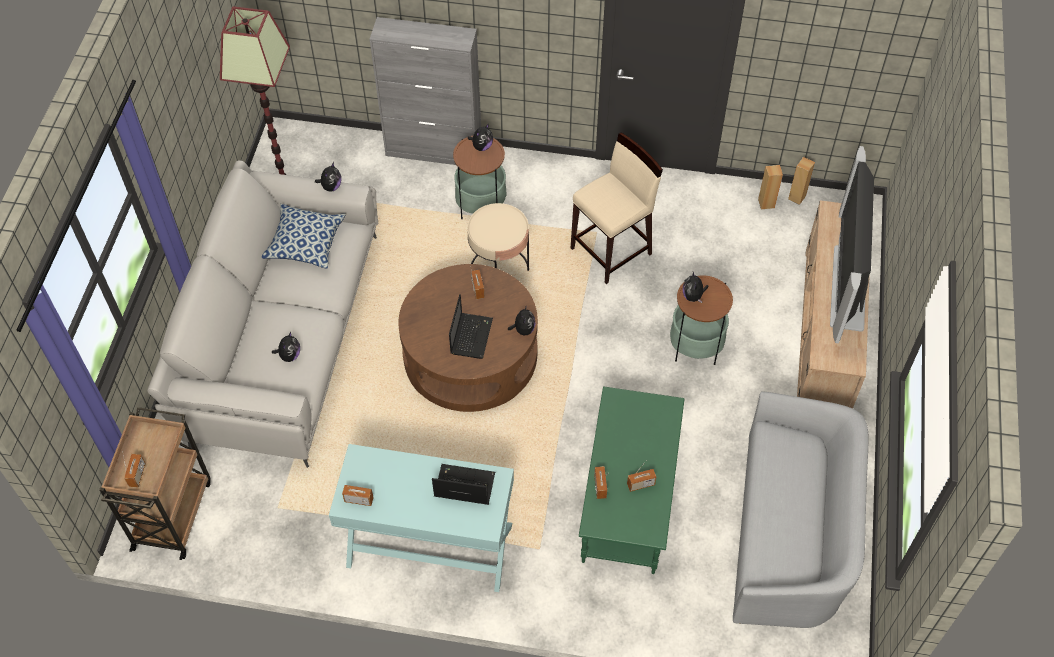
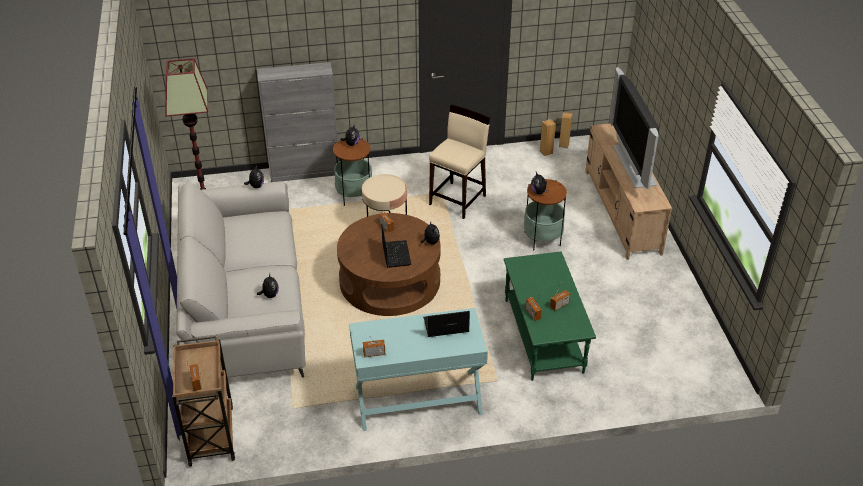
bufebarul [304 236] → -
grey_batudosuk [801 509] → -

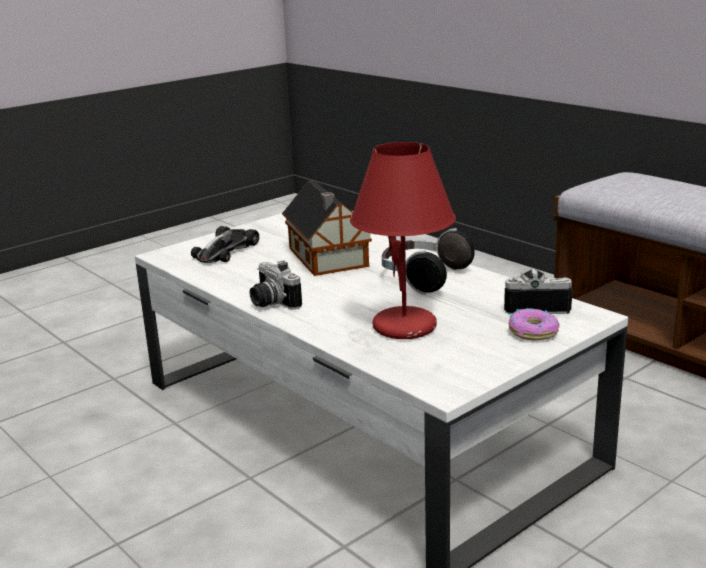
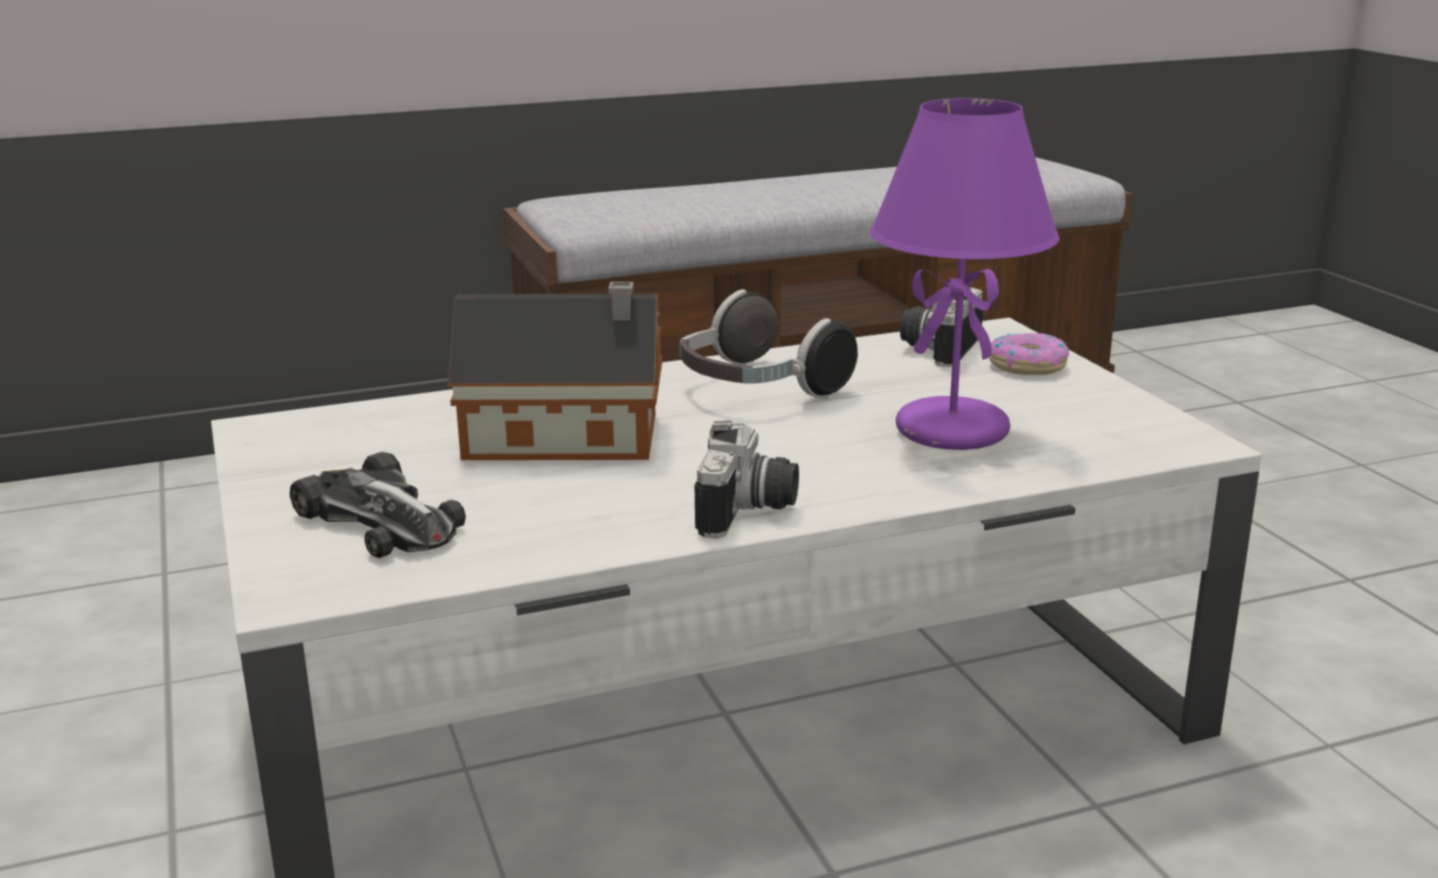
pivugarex [276 285] → pivugarex [747 479], 60 degrees counterclockwise
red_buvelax [403 240] → purple_buvelax [964 274]

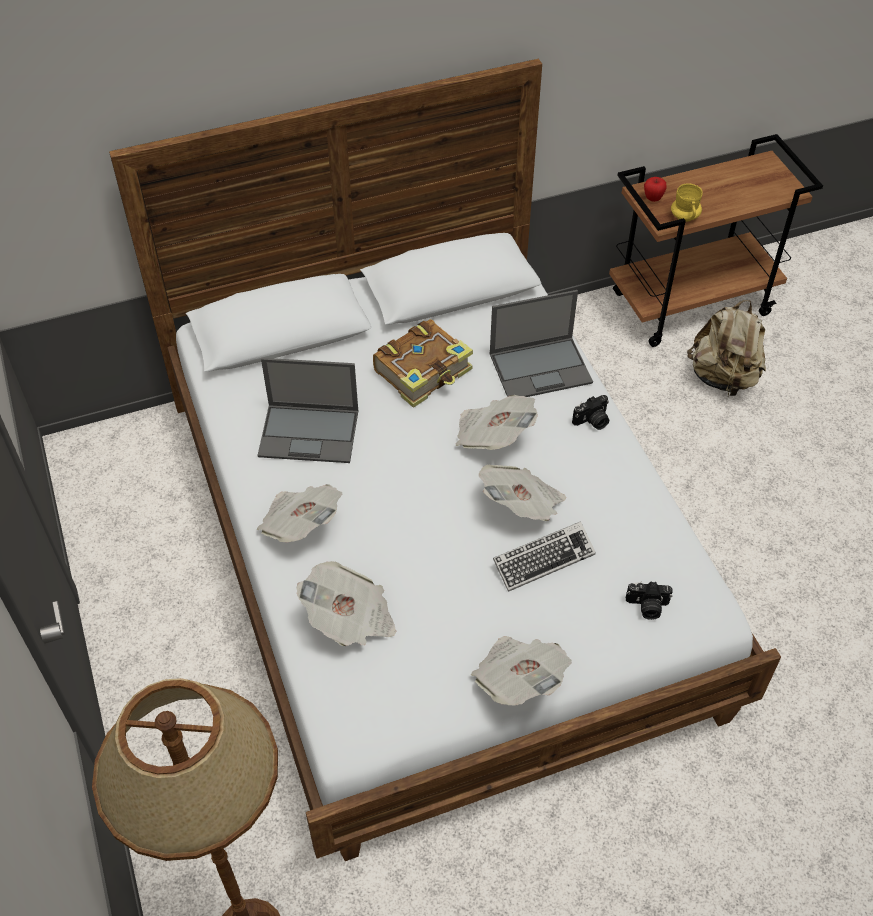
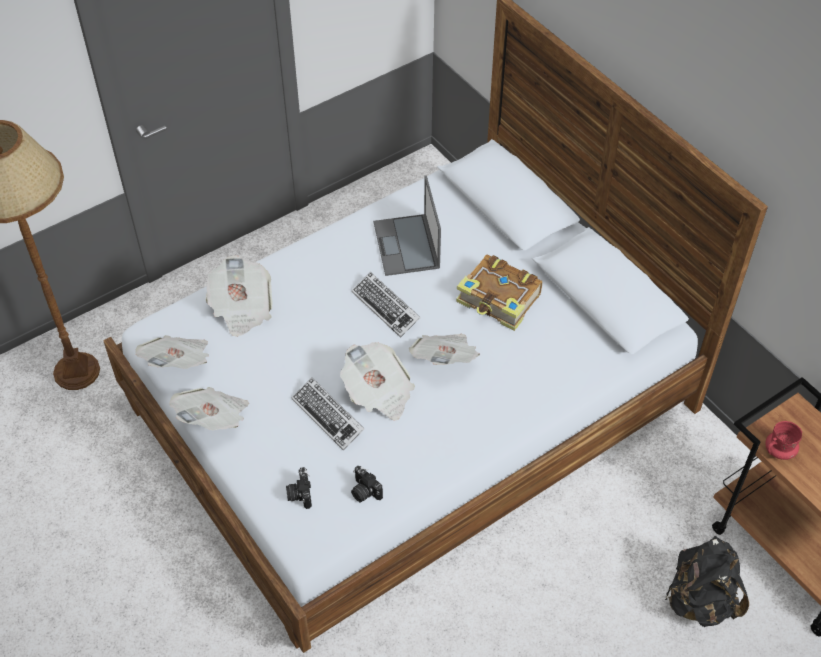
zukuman [299 513] → zukuman [172 352], shifted
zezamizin [541 343] → -
pivugarex [590 412] → pivugarex [367 484], shifted
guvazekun [655 189] → -
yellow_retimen [687 202] → red_retimen [783 440]
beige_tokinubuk [726 348] → black_tokinubuk [707 581]
- → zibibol [386 305]

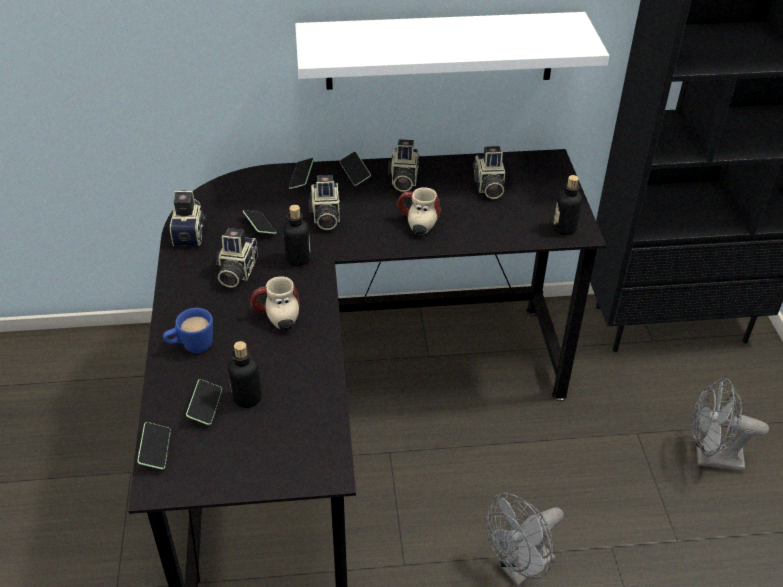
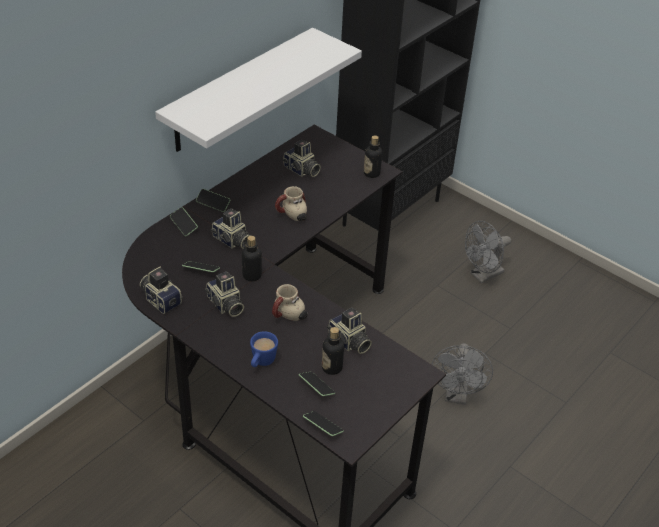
pivugarex [403 165] → pivugarex [349 331], shifted

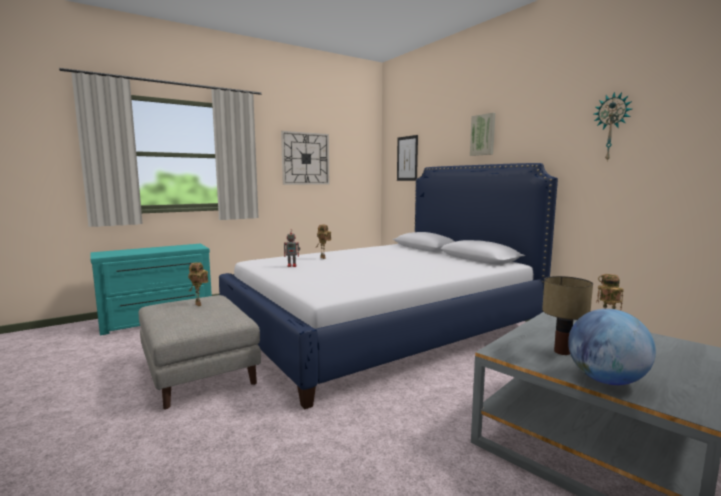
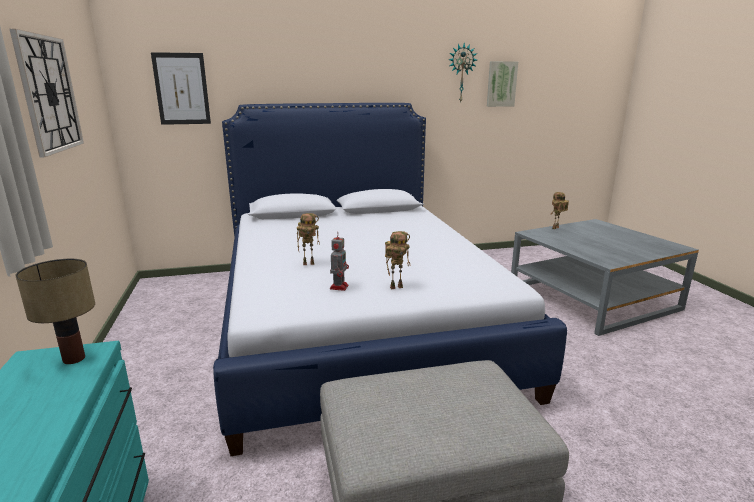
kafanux [198 284] → kafanux [397 260], shifted
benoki [482 134] → benoki [502 84], shifted
buvelax [567 315] → buvelax [55 311], shifted
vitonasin [612 347] → -

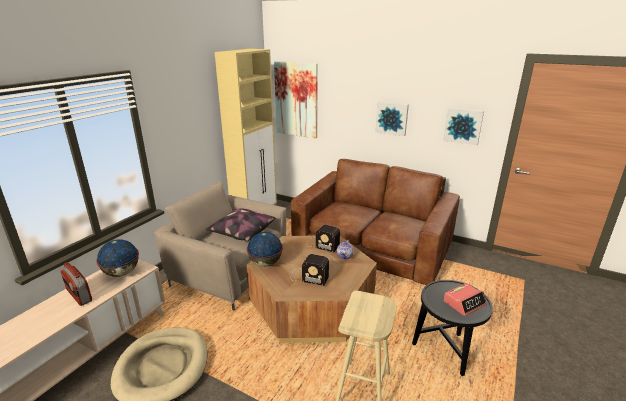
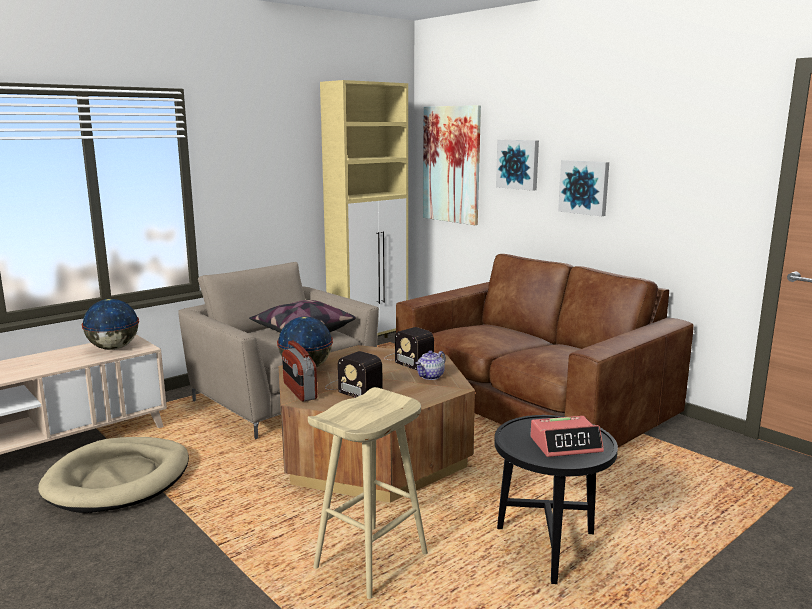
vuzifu [76 284] → vuzifu [300 371], shifted
benoki [463 126] → benoki [517 165], shifted

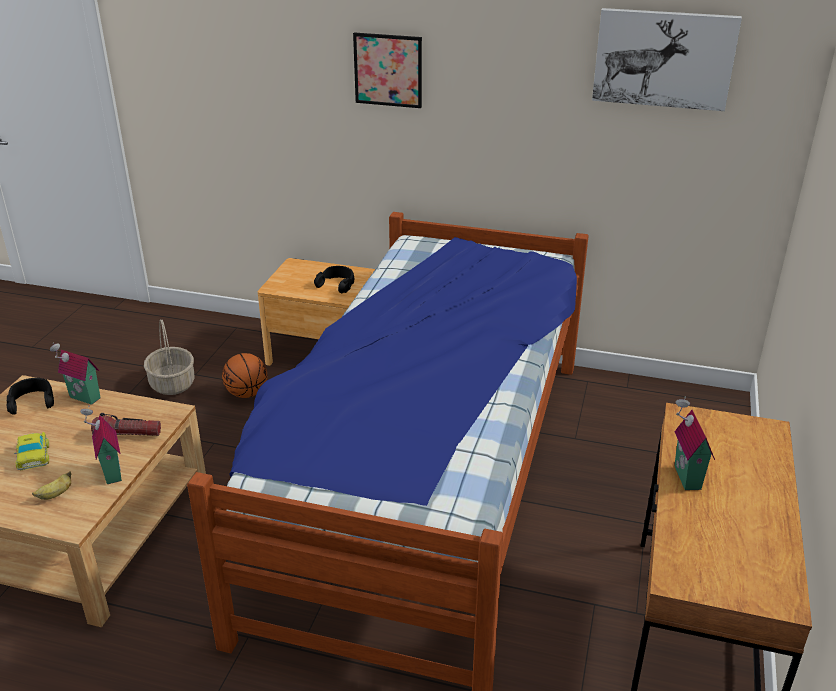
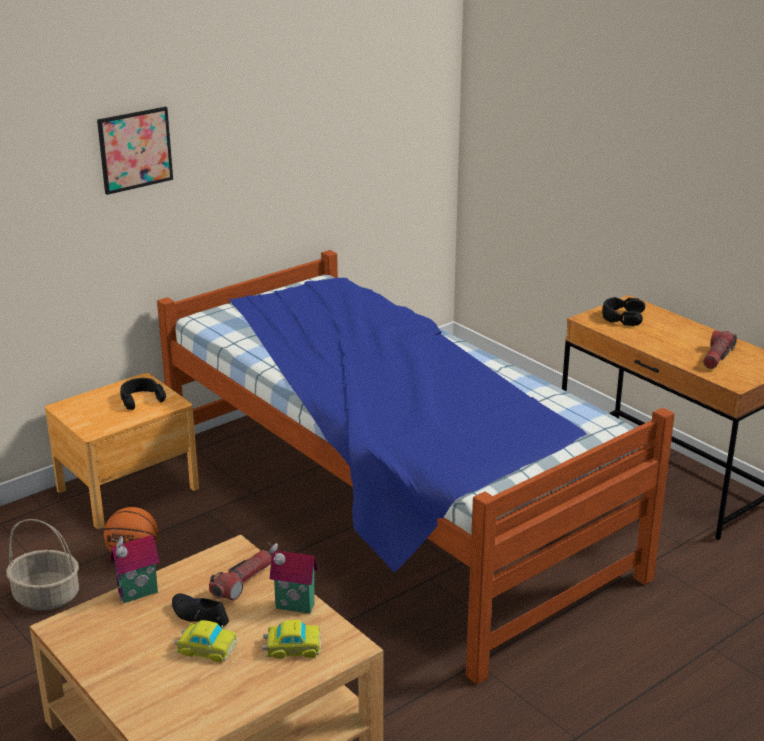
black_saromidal [30 396] → black_saromidal [623 311], shifted
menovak [52 485] → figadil [291 639]
benoki [667 59] → -
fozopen [694 443] → -
- → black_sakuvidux [200 610]
- → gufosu [720 349]

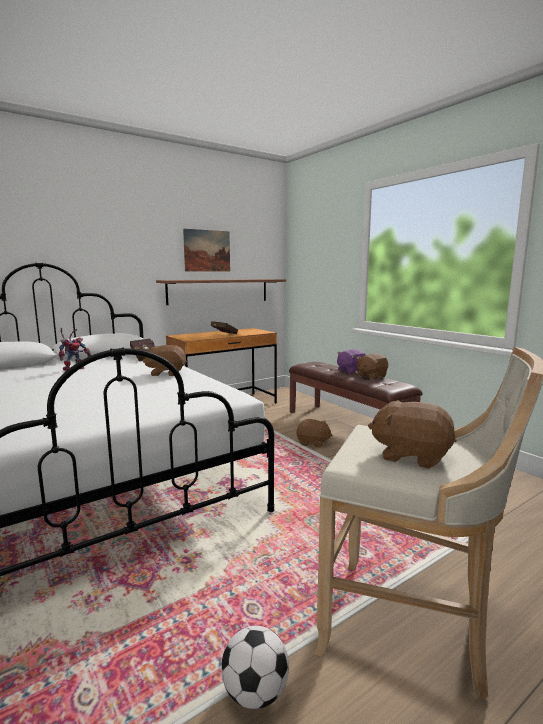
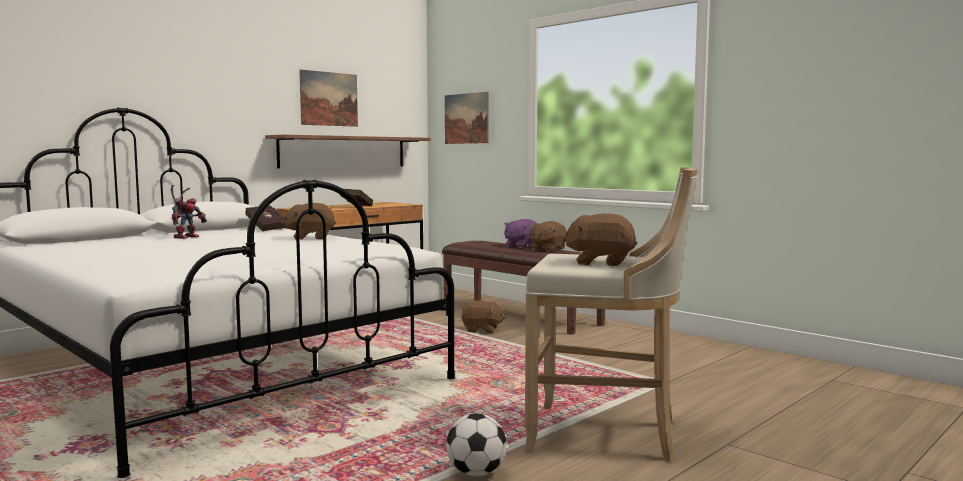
- → benoki [467 118]

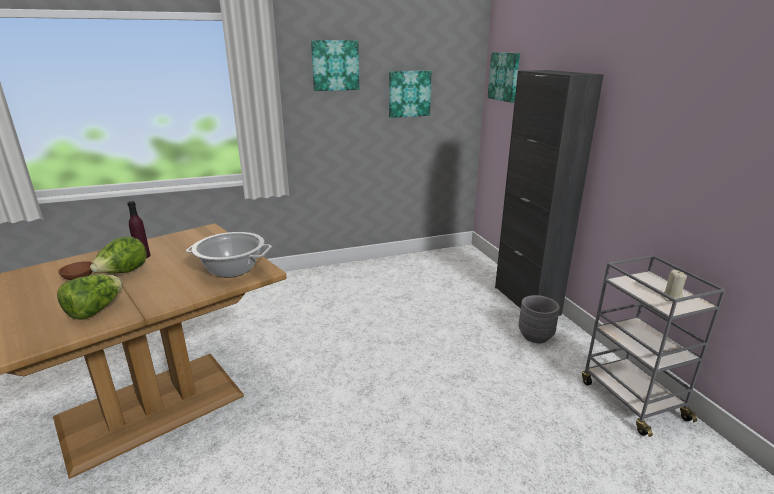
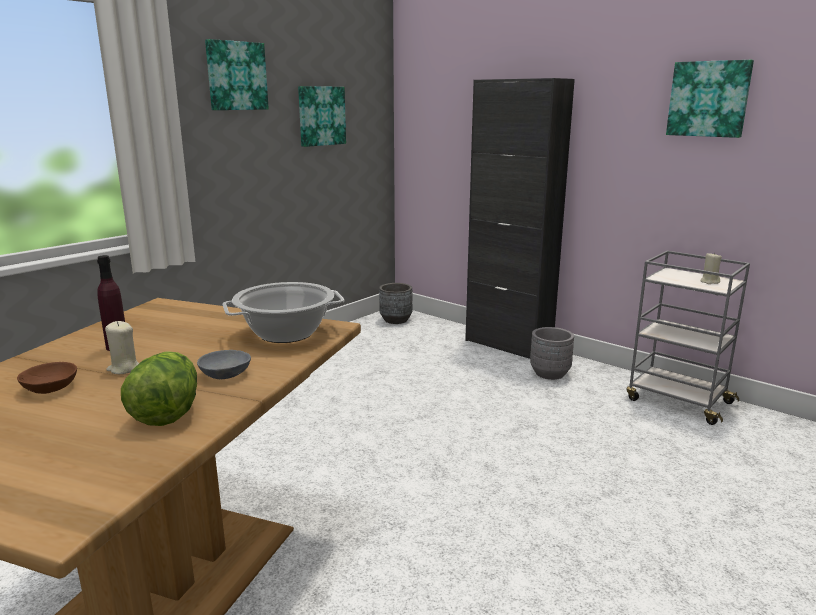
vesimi [118 254] → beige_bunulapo [122 347]
benoki [504 77] → benoki [710 99], shifted
- → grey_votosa [224 364]
- → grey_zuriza [395 303]

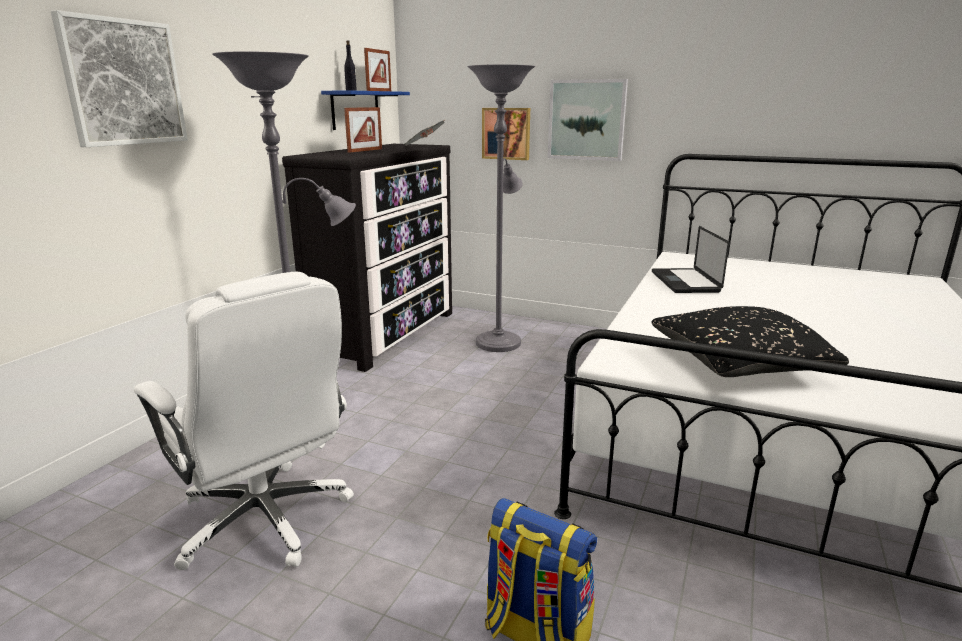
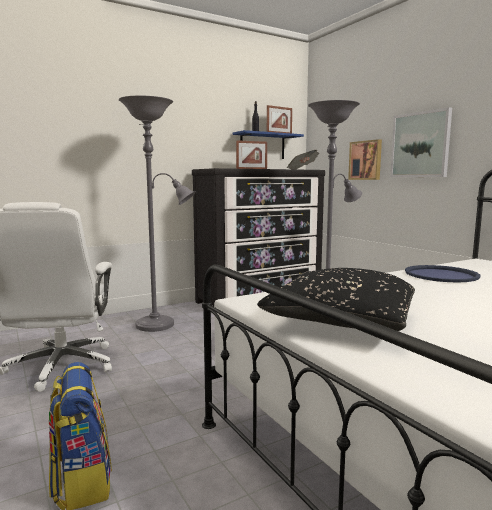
benoki [119 78] → -
zezamizin [690 259] → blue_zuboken [443 273]

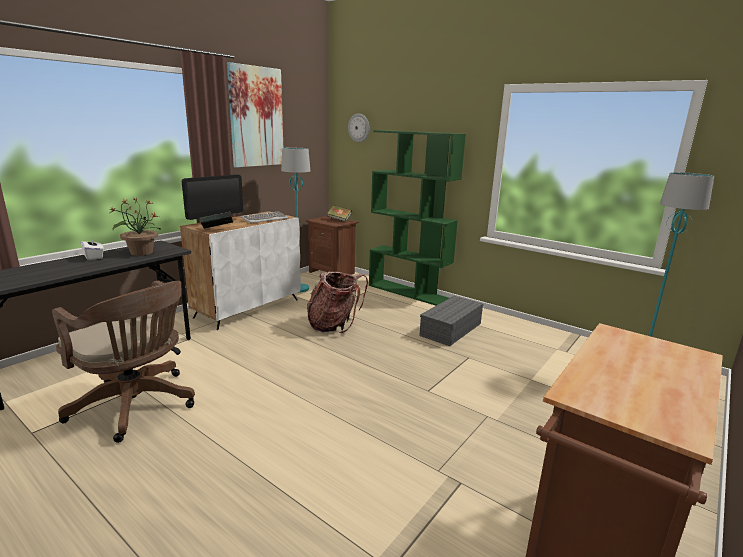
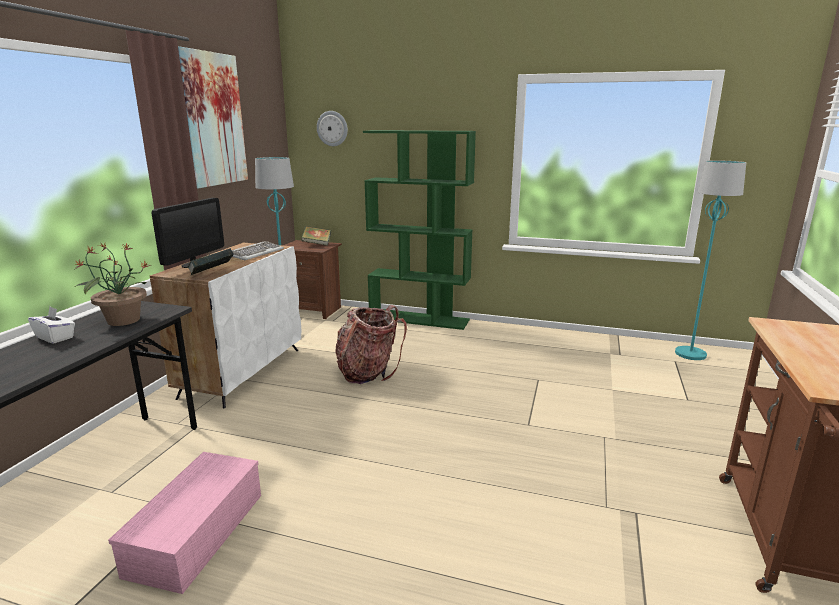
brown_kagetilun [123 362] → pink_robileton [184 523]
grey_robileton [451 321] → -

